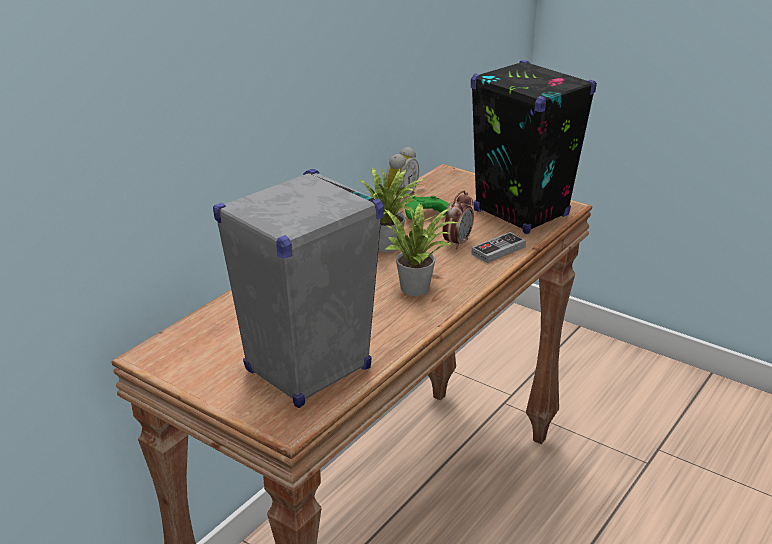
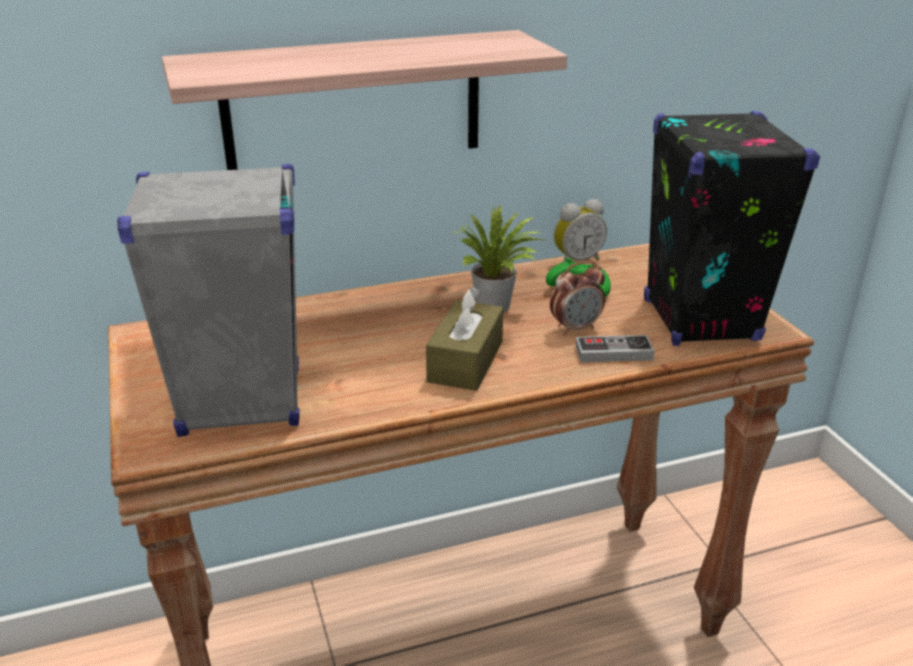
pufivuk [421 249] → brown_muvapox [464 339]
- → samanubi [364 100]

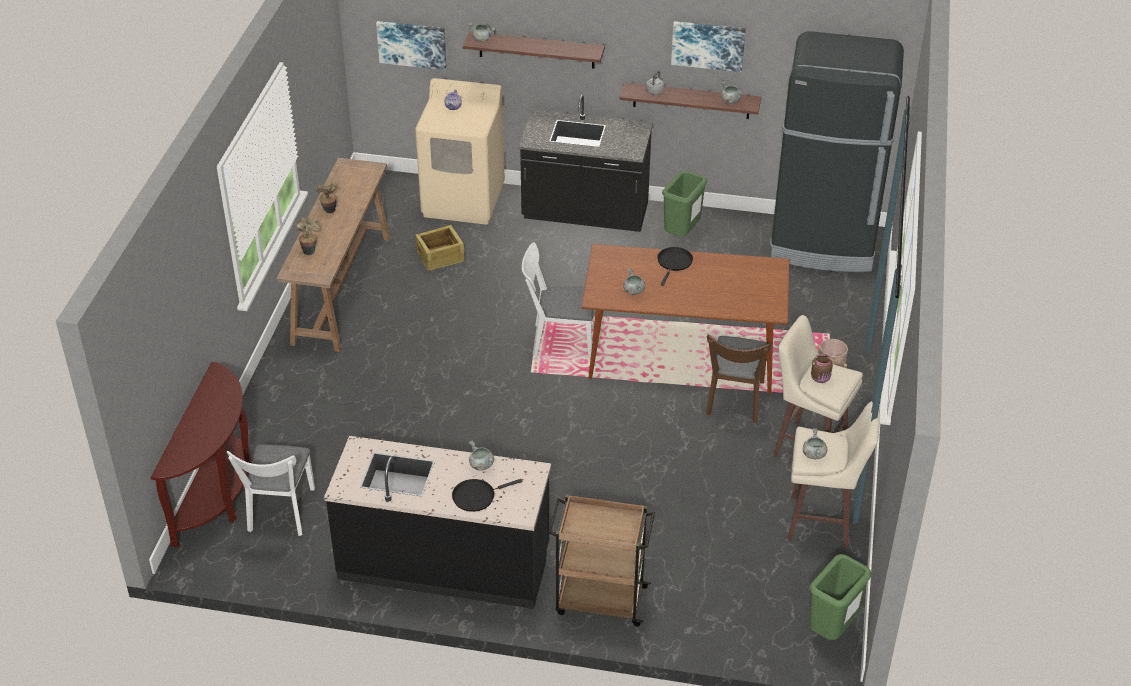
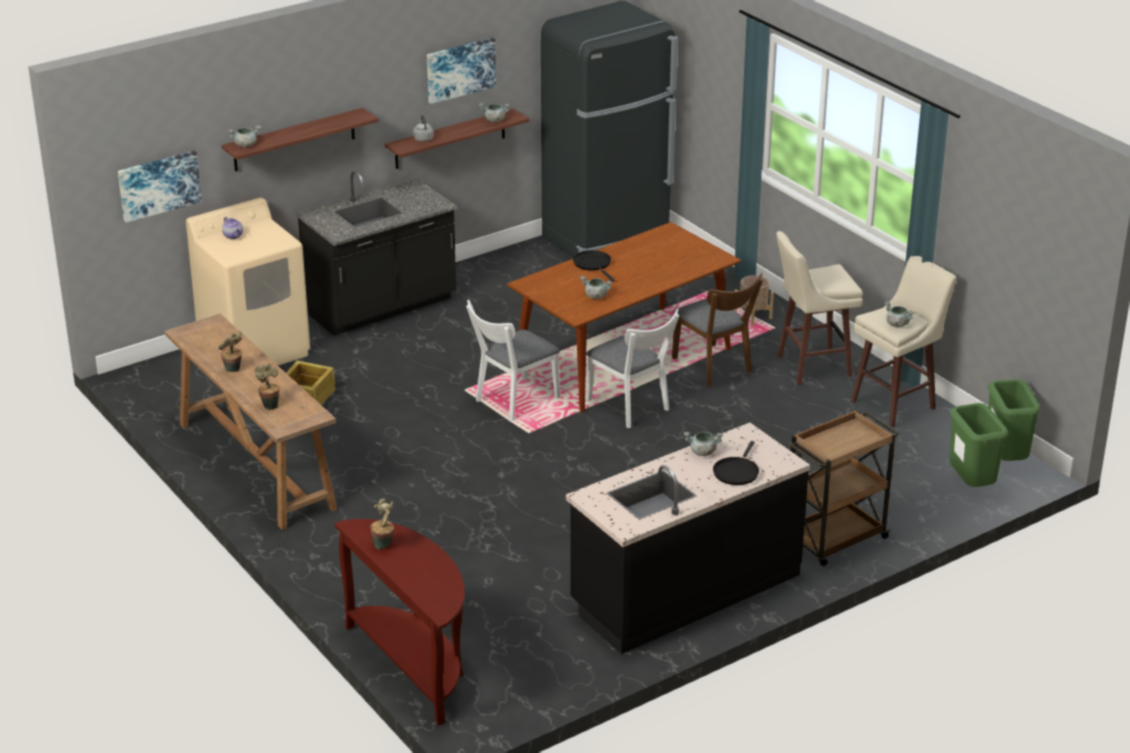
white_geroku [271 490] → white_geroku [632 368], shifted
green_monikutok [684 203] → green_monikutok [979 445], shifted
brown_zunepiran [822 368] → -
- → pufivuk [382 524]

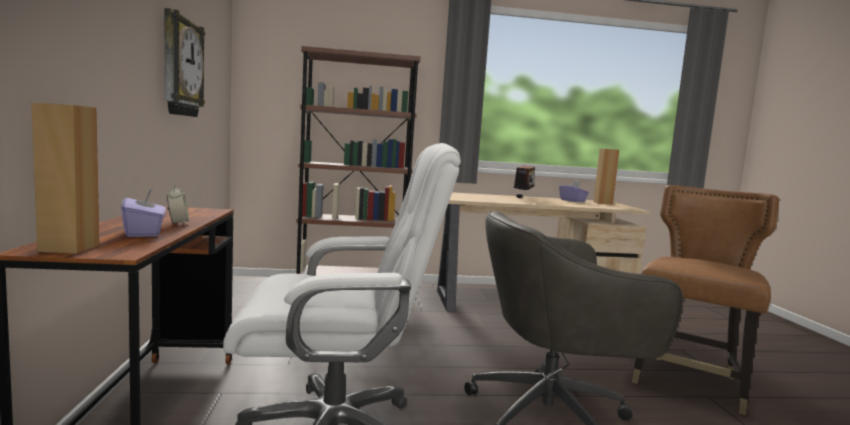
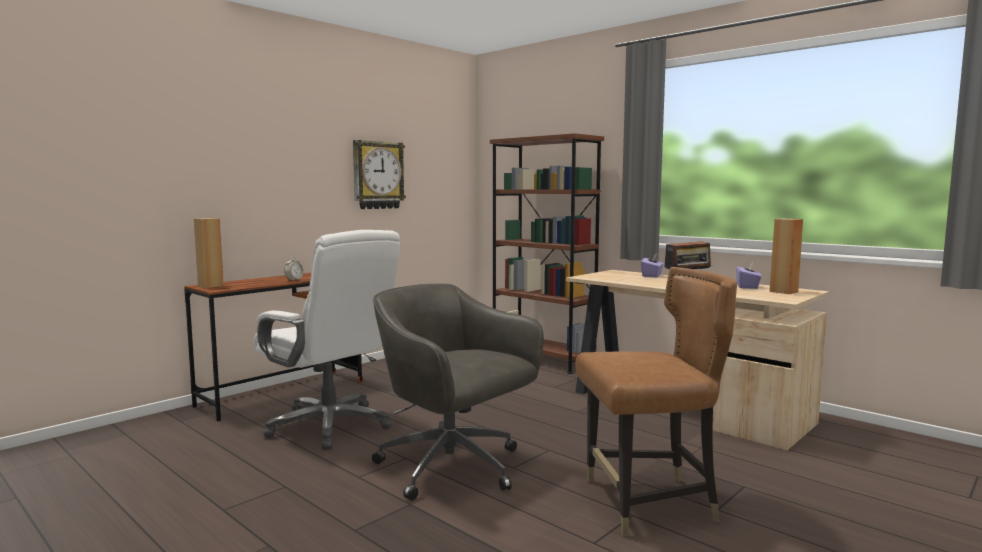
purple_muvapox [143 213] → purple_muvapox [652 265], shifted

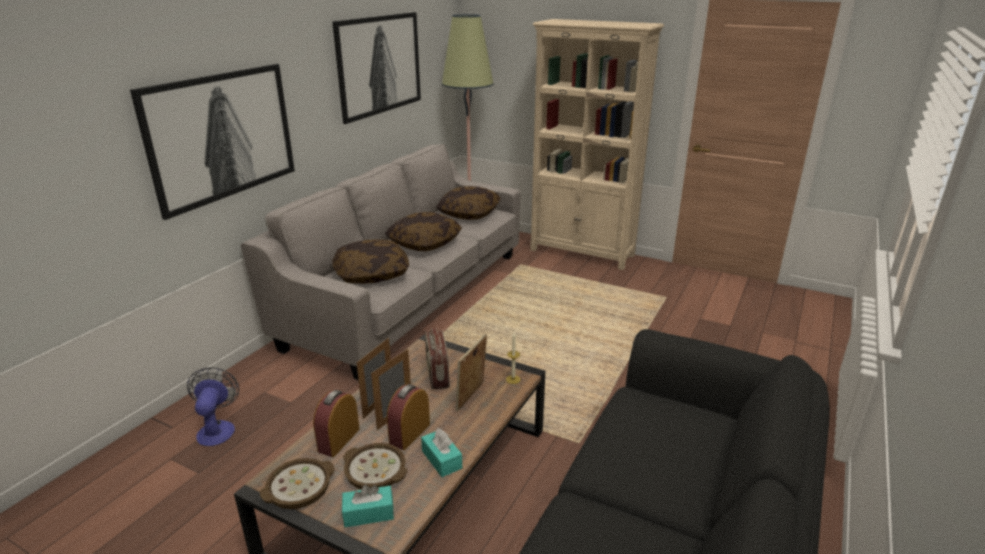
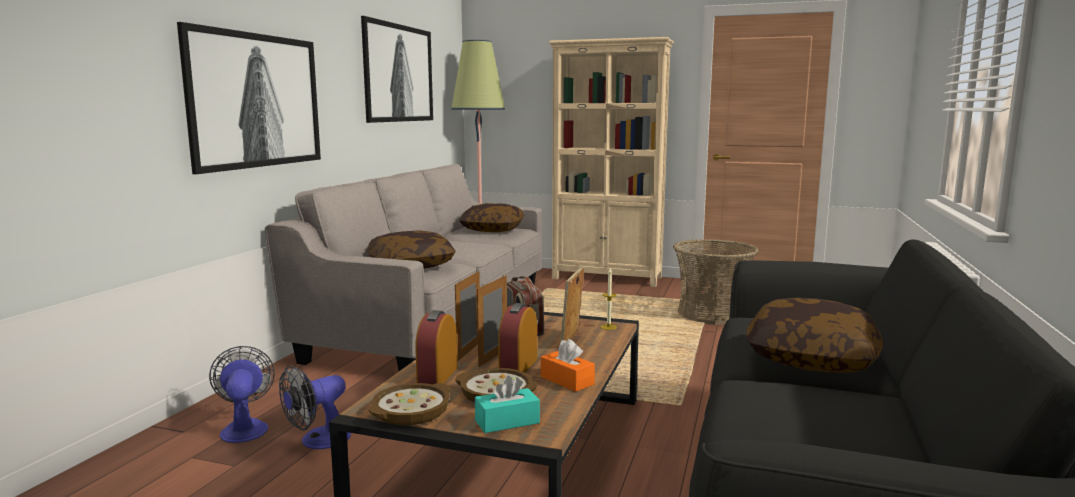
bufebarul [423 231] → bufebarul [815 335], shifted
turquoise_muvapox [441 452] → orange_muvapox [568 365]
- → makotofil [315 407]
- → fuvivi [716 282]

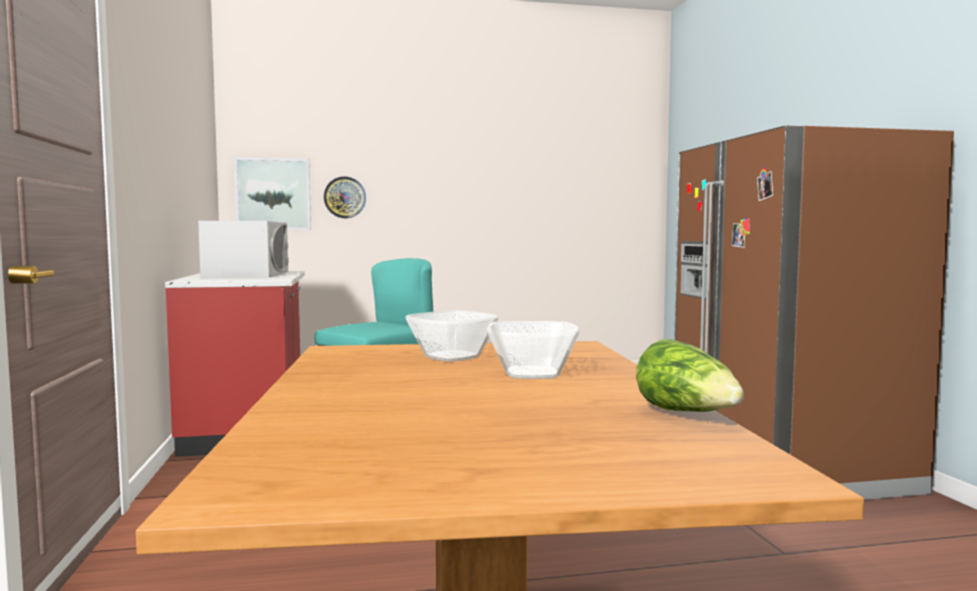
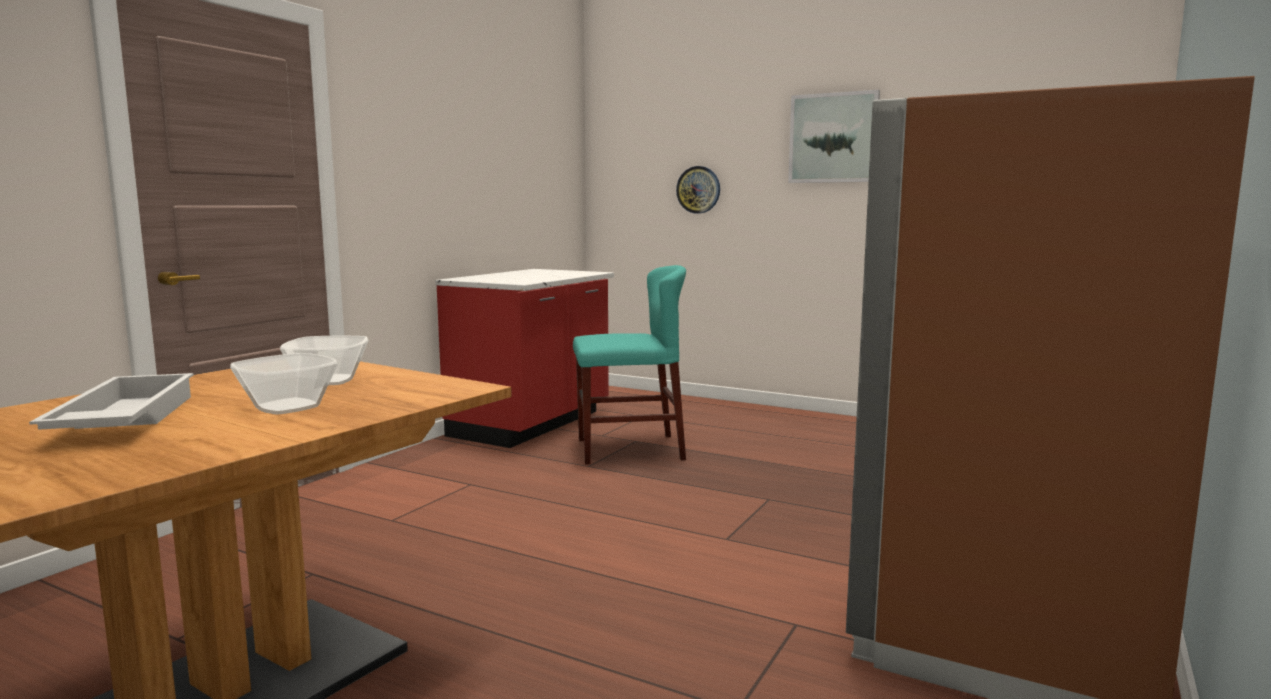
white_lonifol [243 249] → -
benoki [272 193] → benoki [834 136], shifted
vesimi [690 375] → -
- → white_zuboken [111 401]

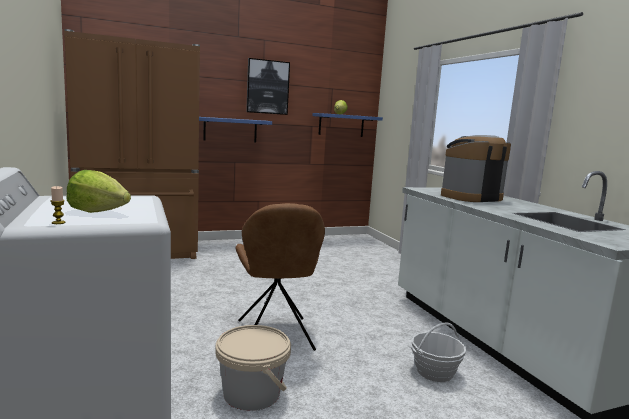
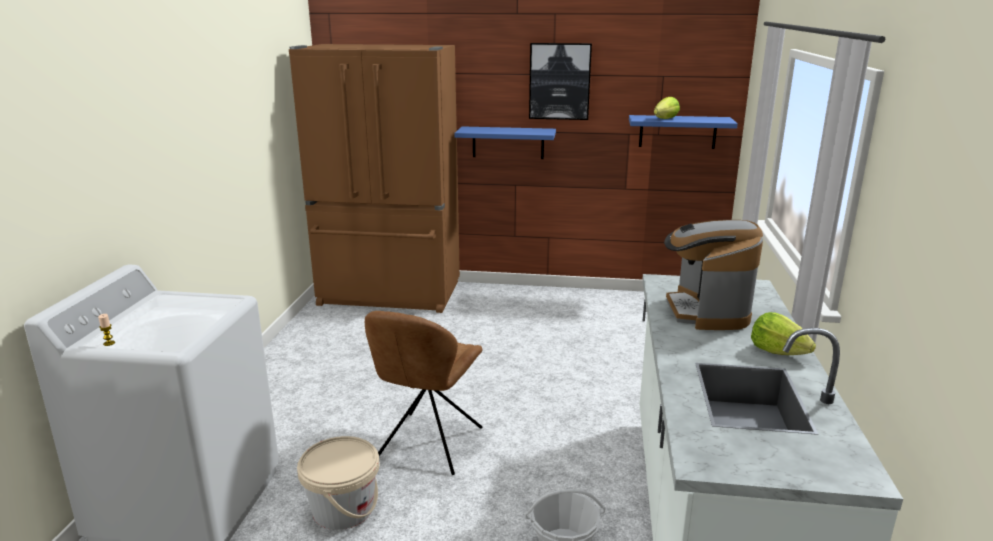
vesimi [99 191] → vesimi [783 333], shifted
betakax [476 168] → betakax [713 275], 90 degrees counterclockwise

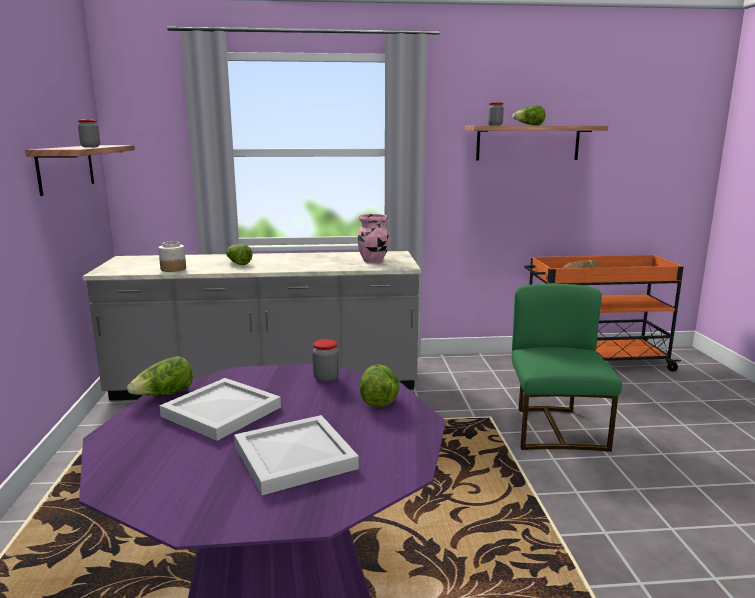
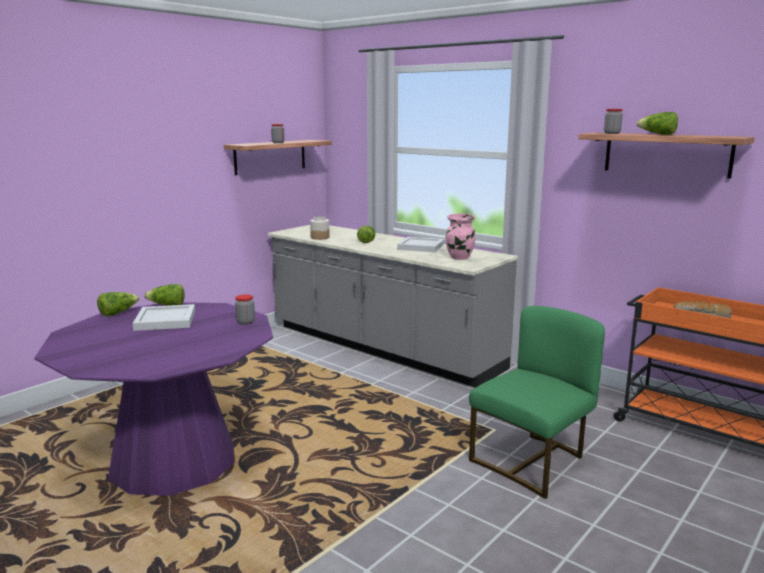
white_zuboken [296 455] → white_zuboken [420 244], shifted
vesimi [379 385] → vesimi [118 304], shifted

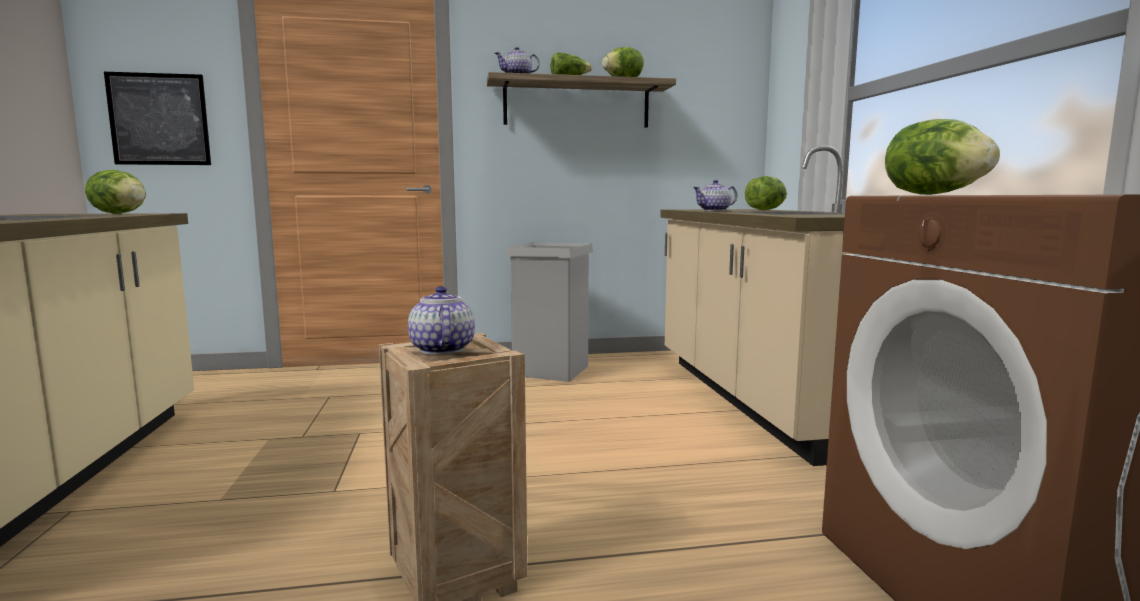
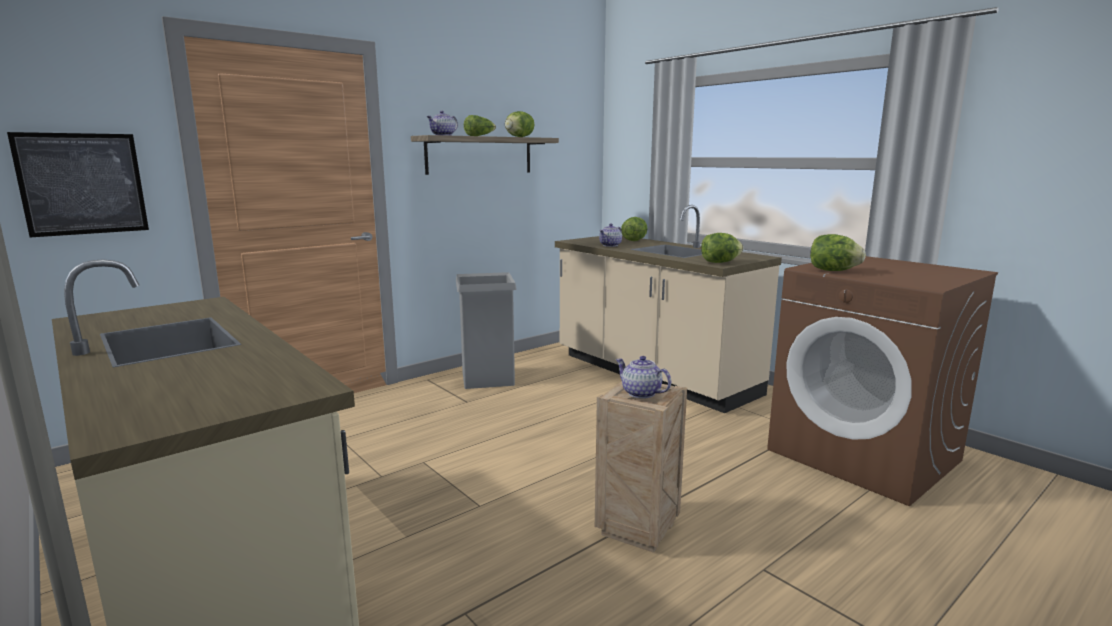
vesimi [115 192] → vesimi [722 248], shifted

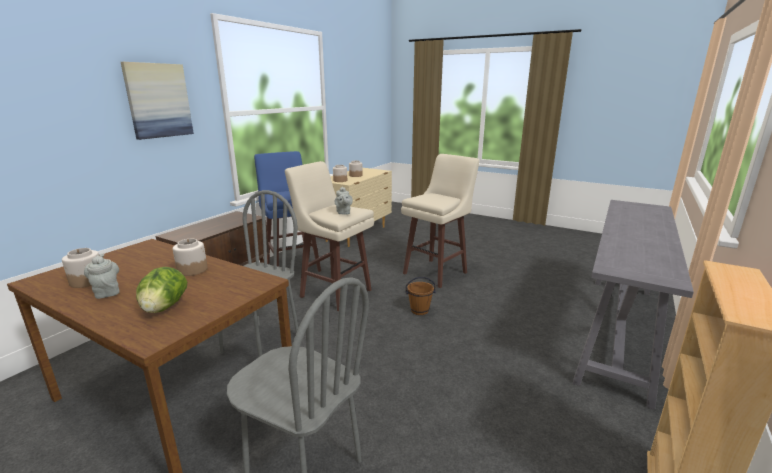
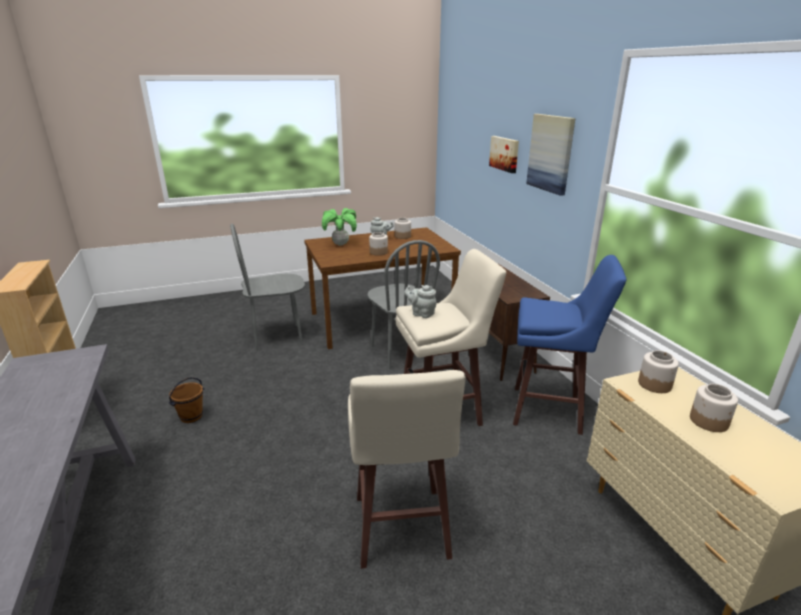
vesimi [161 290] → pufivuk [339 227]
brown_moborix [420 296] → brown_moborix [186 400], shifted
- → benoki [504 154]

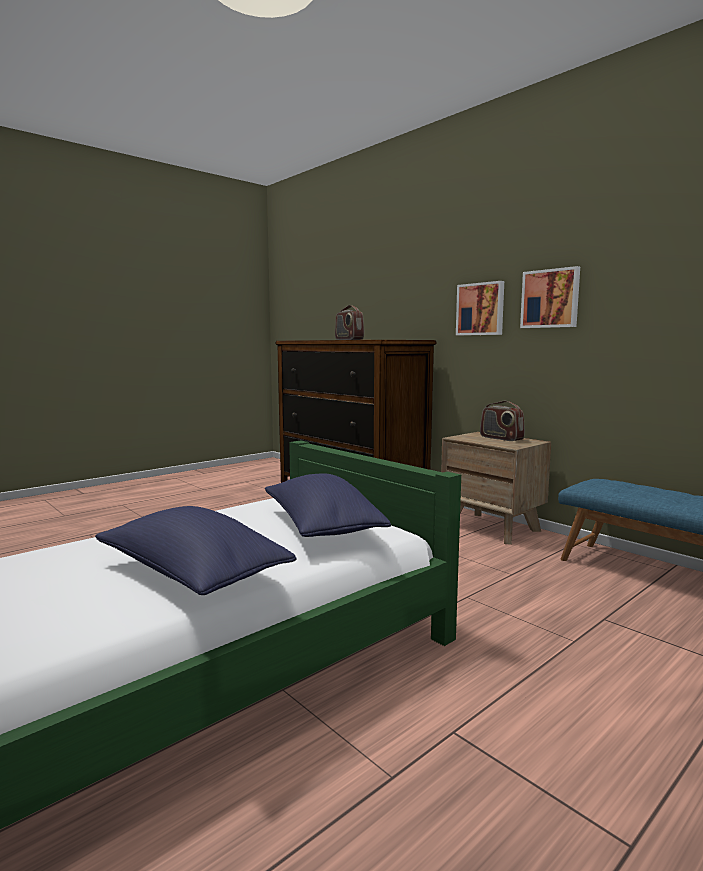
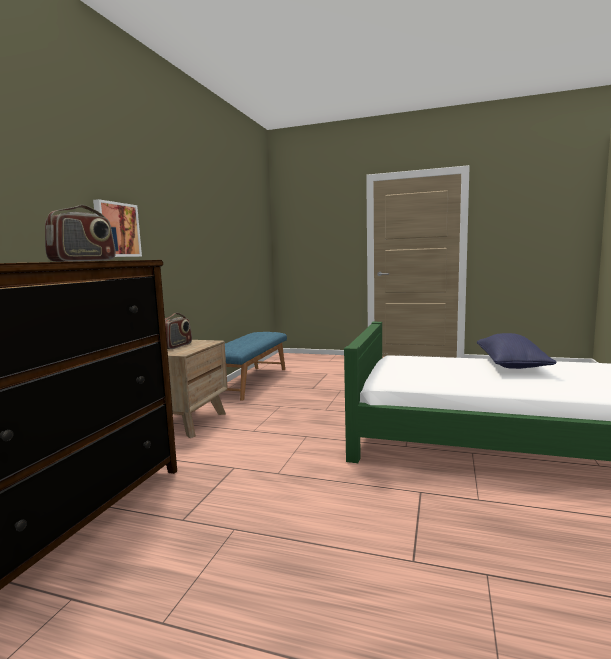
blue_bufebarul [328 505] → -
benoki [550 297] → -

